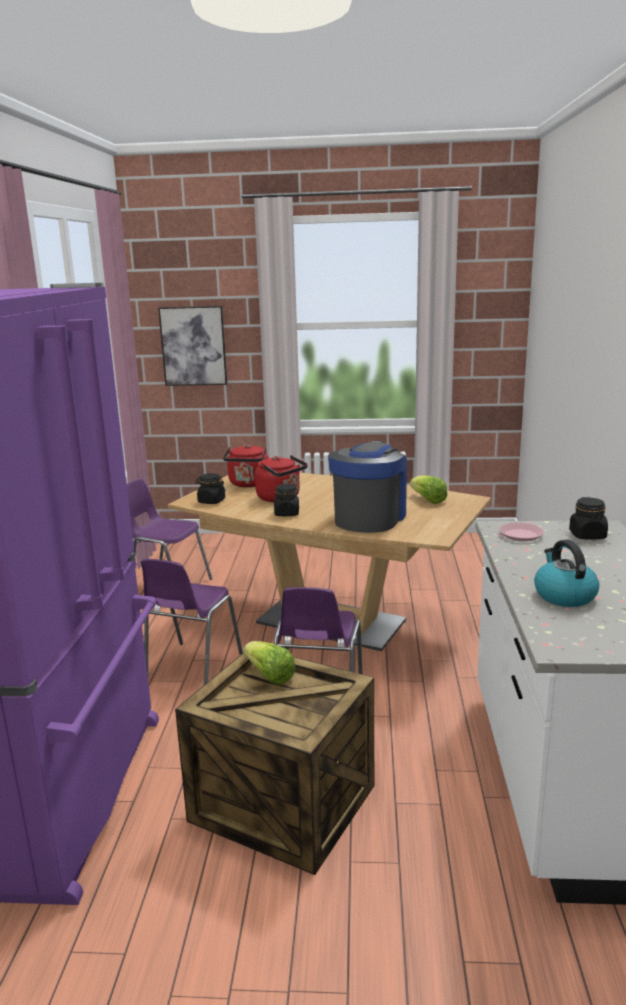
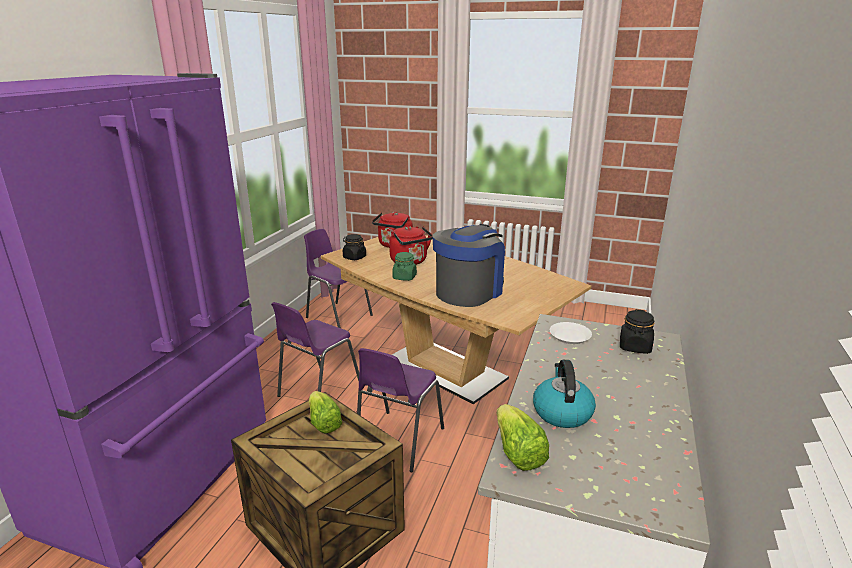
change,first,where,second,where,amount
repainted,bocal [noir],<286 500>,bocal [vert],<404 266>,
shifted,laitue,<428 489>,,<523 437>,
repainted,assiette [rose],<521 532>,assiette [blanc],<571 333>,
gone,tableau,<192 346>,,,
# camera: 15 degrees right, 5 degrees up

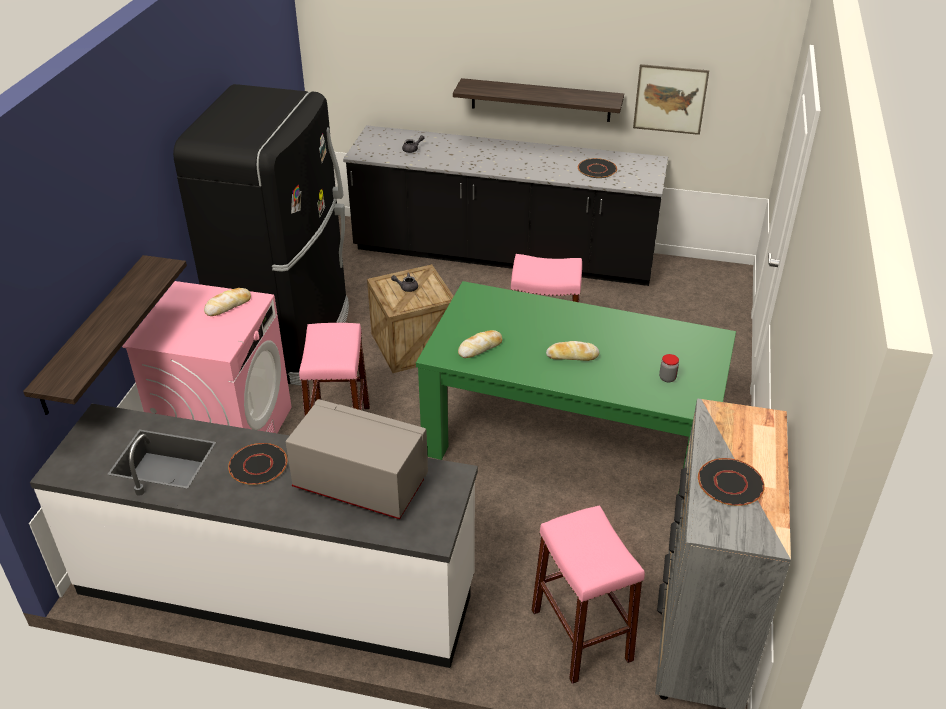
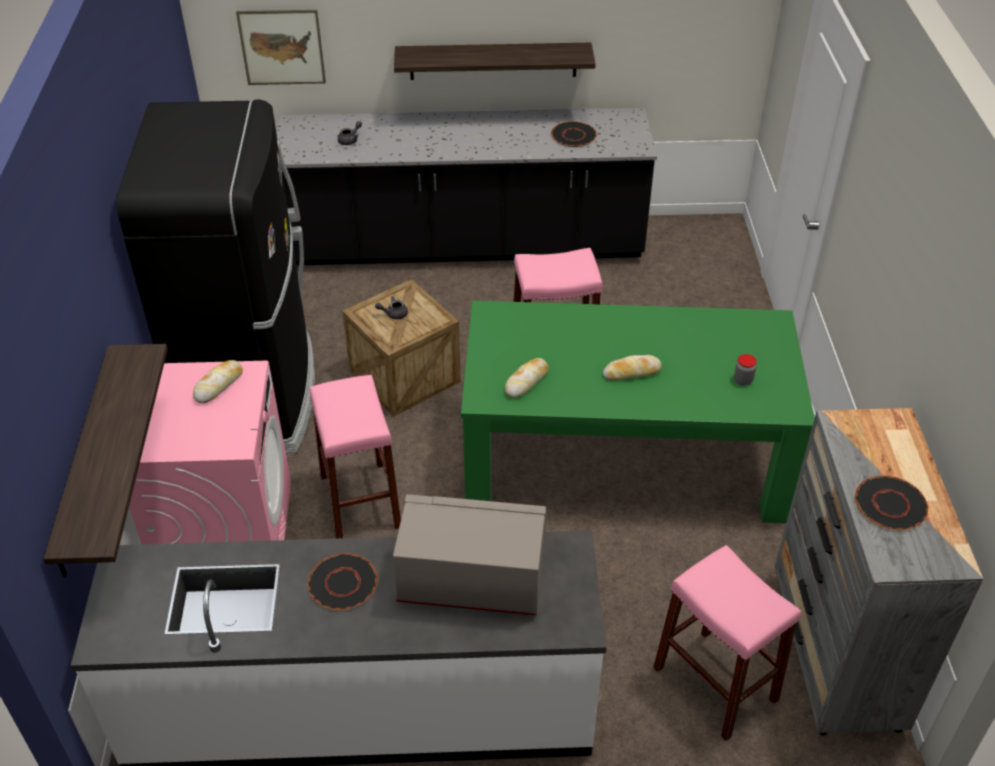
change,first,where,second,where,amount
shifted,tableau,<671 99>,,<281 47>,
# camera: 15 degrees left, 5 degrees up

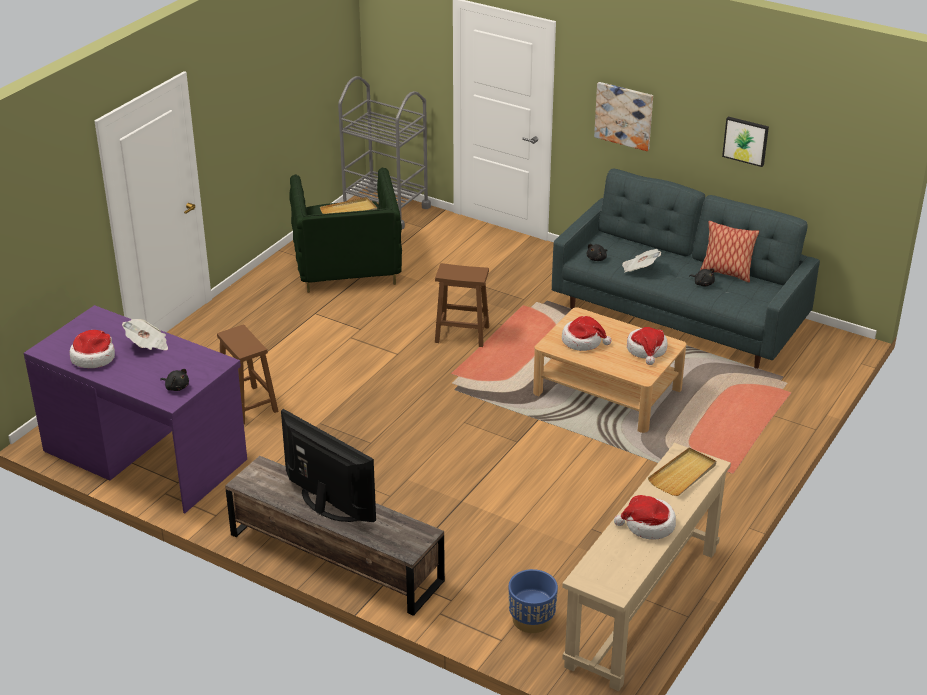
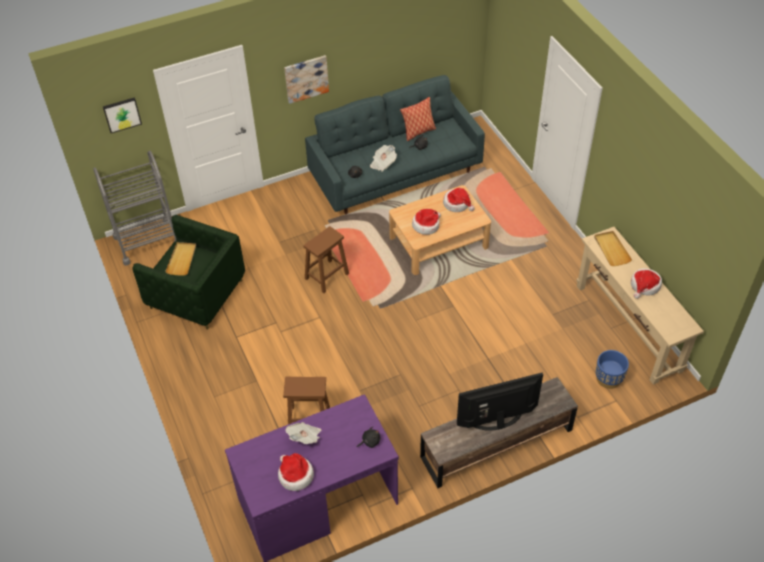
change,first,where,second,where,amount
shifted,tableau,<745 141>,,<122 115>,
# camera: 55 degrees left, 15 degrees up

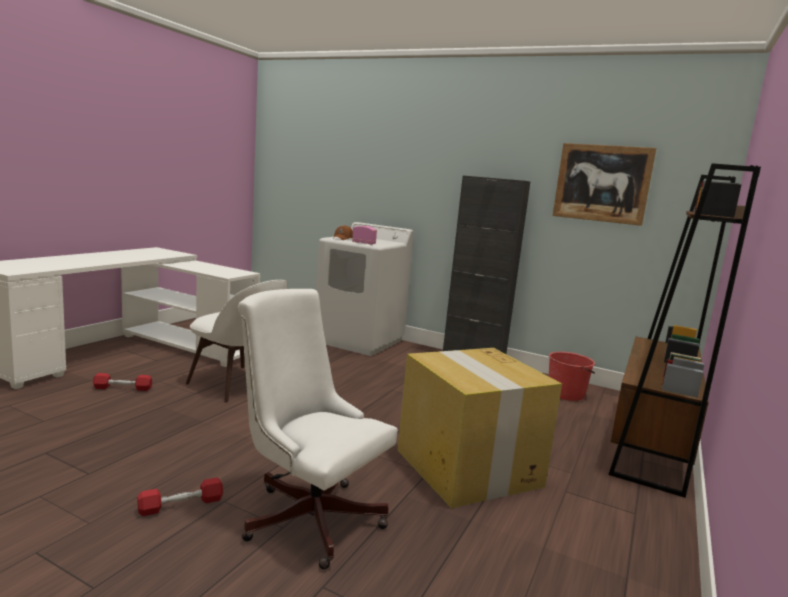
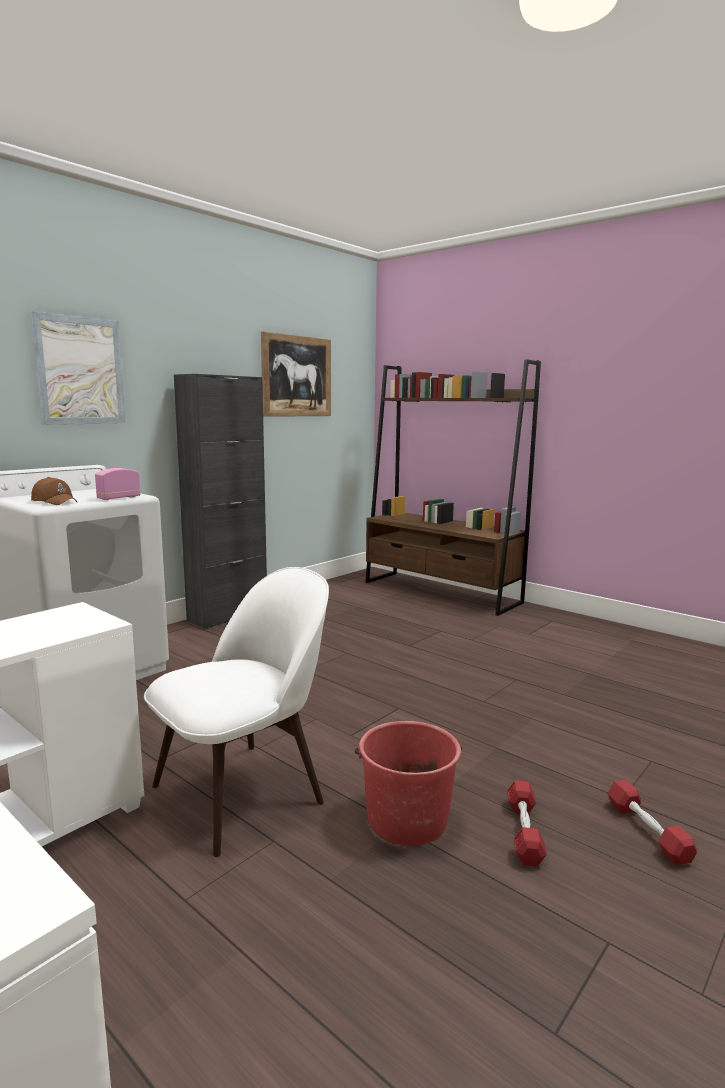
change,first,where,second,where,amount
new,,,tableau,<78 368>,
shifted,seau [rouge],<572 376>,,<408 783>,
shifted,haltère [rouge],<122 382>,,<527 823>,
gone,chaise de bureau [blanc],<318 429>,,,
gone,carton,<480 428>,,,
# camera: 75 degrees left, 0 degrees up

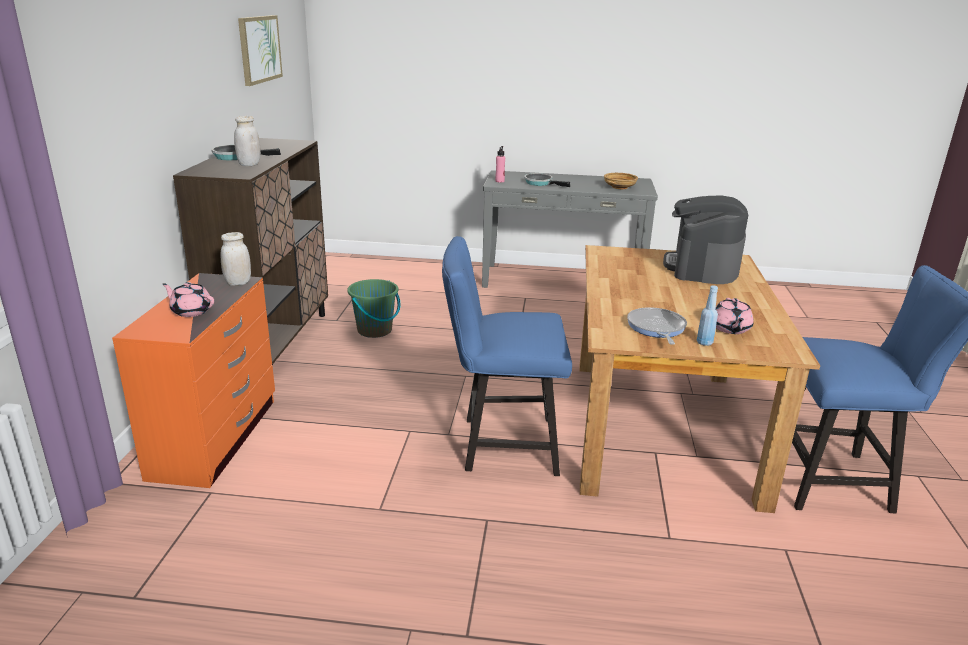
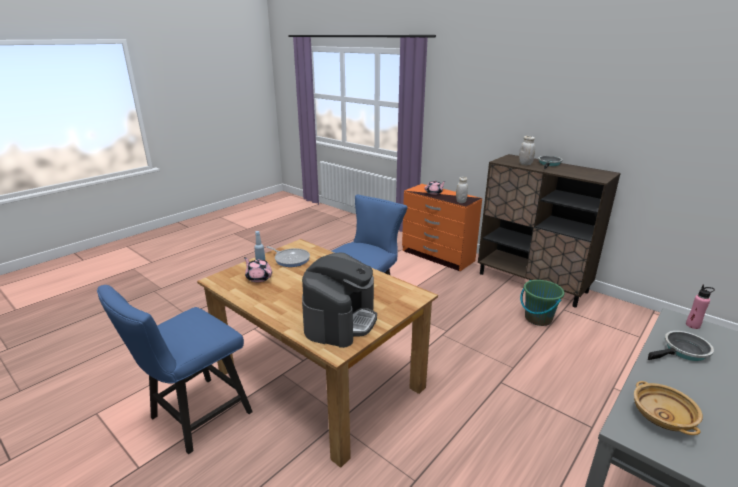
change,first,where,second,where,amount
rotated,machine à café,<705 239>,,<339 300>,60 degrees clockwise
gone,tableau,<260 50>,,,
# camera: 125 degrees right, 0 degrees up

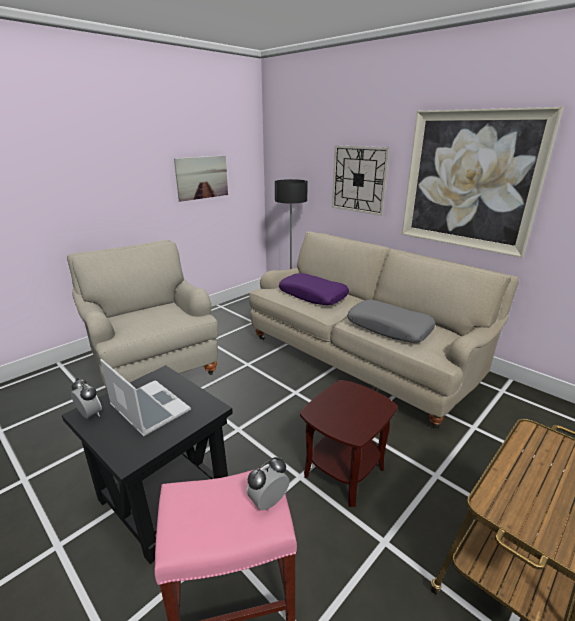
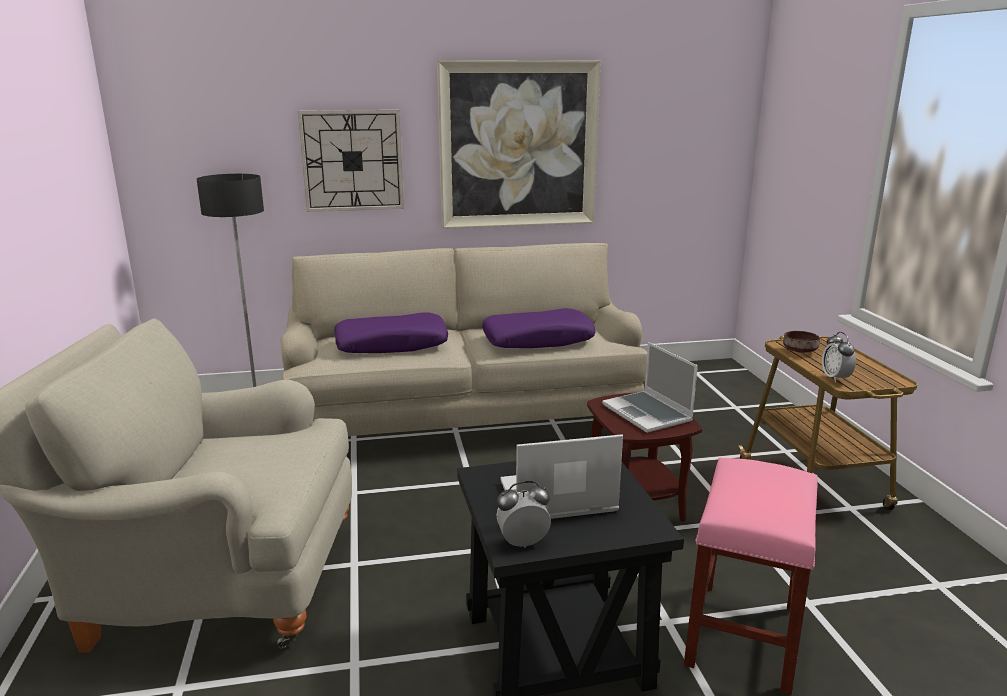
change,first,where,second,where,amount
repainted,coussin [gris],<391 321>,coussin [violet],<538 328>,
new,,,ordinateur portable,<650 387>,
new,,,bol [marron],<801 342>,
shifted,réveil,<268 484>,,<839 357>,
gone,tableau,<201 178>,,,
# camera: 55 degrees left, 5 degrees down

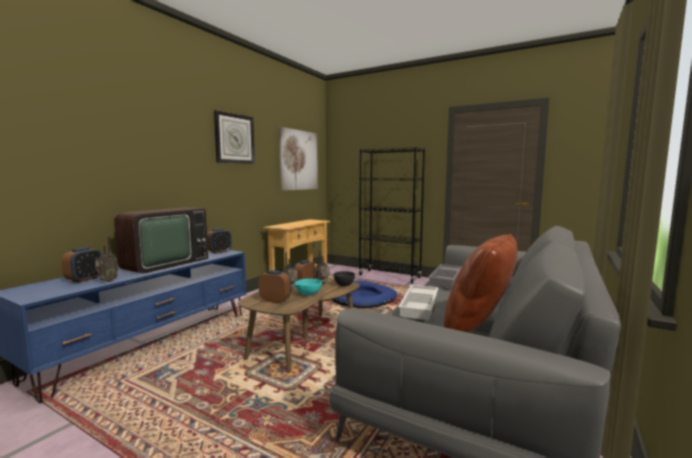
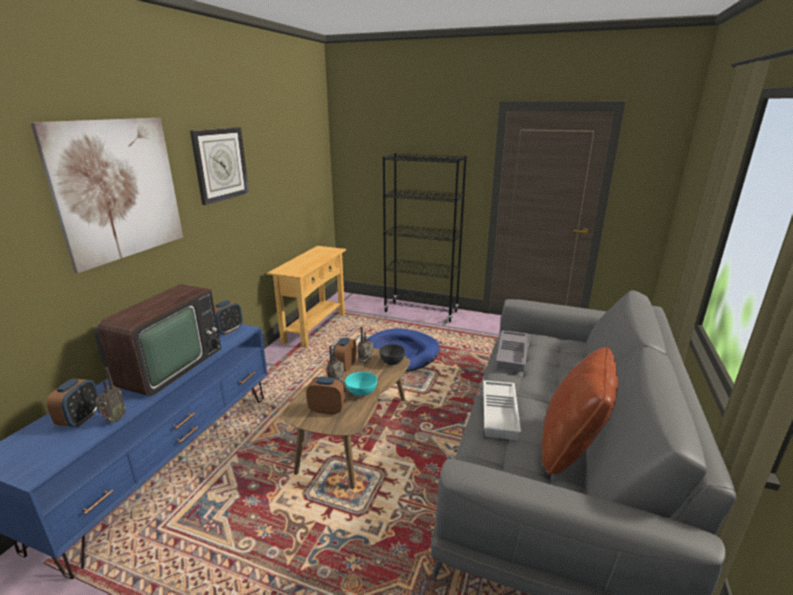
change,first,where,second,where,amount
shifted,tableau,<298 159>,,<106 195>,
# camera: 10 degrees left, 15 degrees up

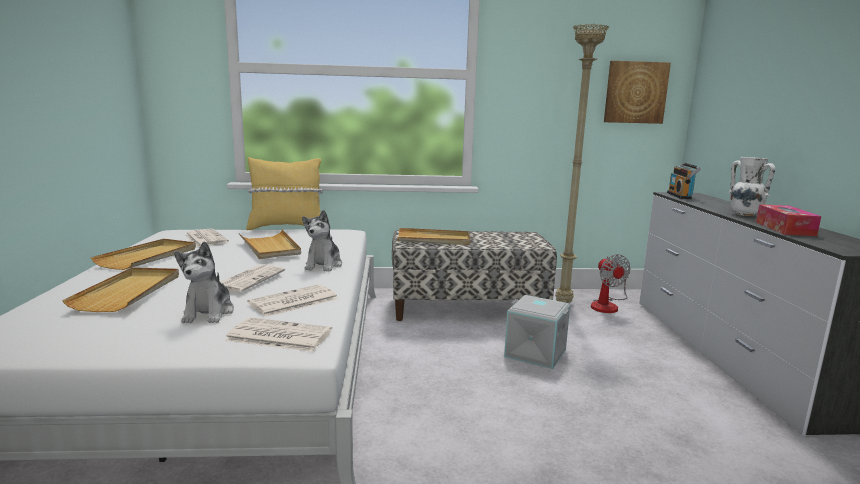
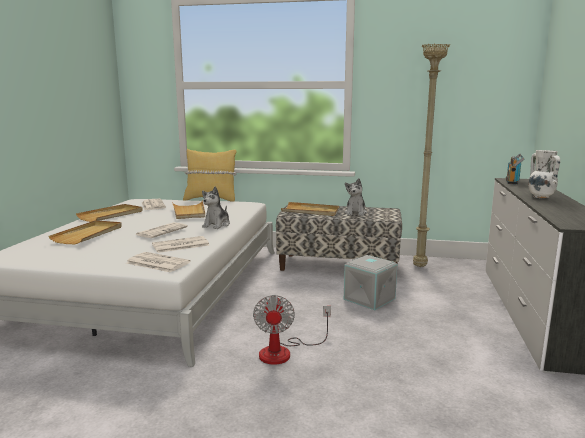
change,first,where,second,where,amount
shifted,ventilateur,<611 283>,,<292 330>,
shifted,peluche,<204 282>,,<356 197>,
gone,tableau,<637 92>,,,
gone,boîte à mouchoirs,<788 220>,,,
# camera: 15 degrees right, 0 degrees up

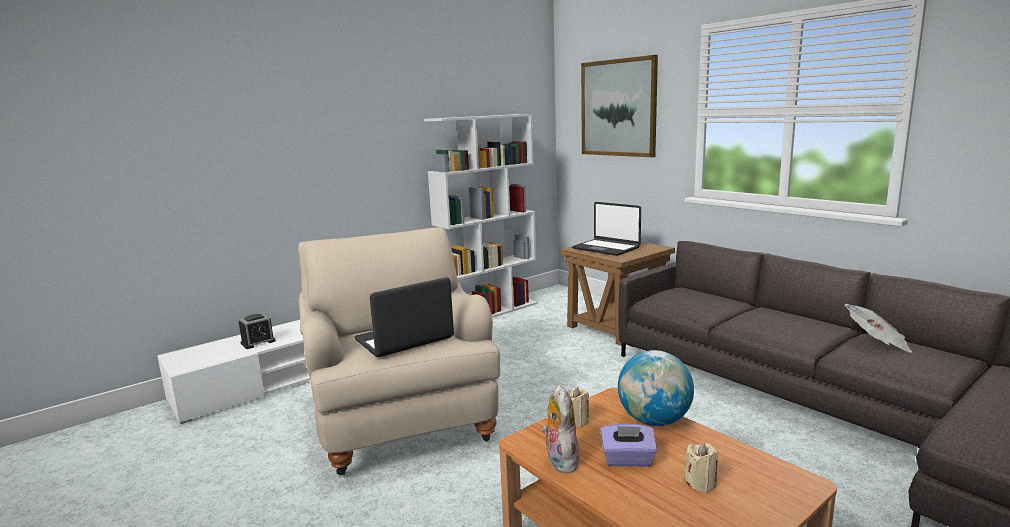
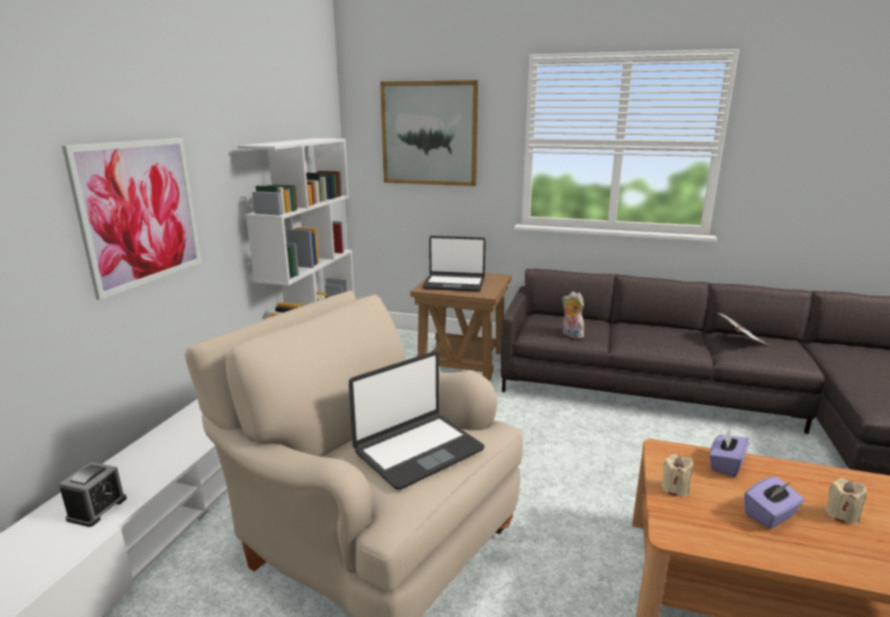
change,first,where,second,where,amount
new,,,tableau,<132 219>,
rotated,ordinateur portable,<404 317>,,<417 420>,150 degrees counterclockwise
shifted,peluche,<561 429>,,<573 314>,
swapped,globe,<656 388>,boîte à mouchoirs [violet],<729 452>,
# camera: 35 degrees left, 5 degrees up

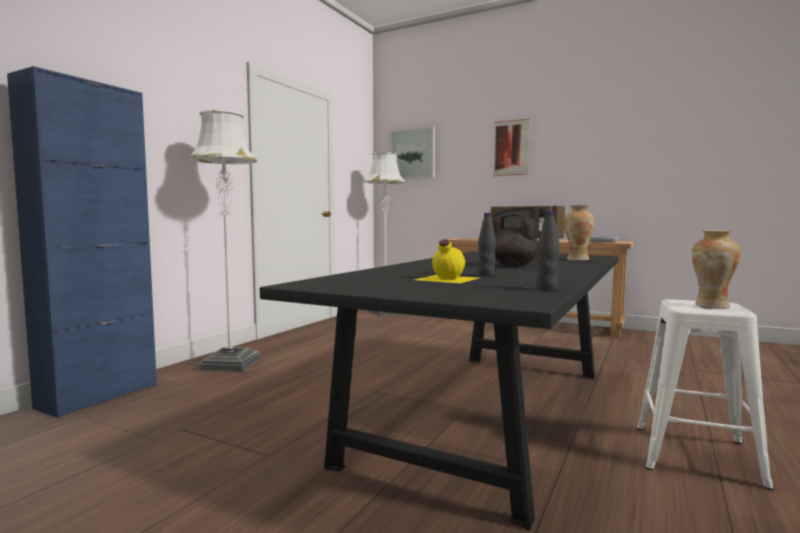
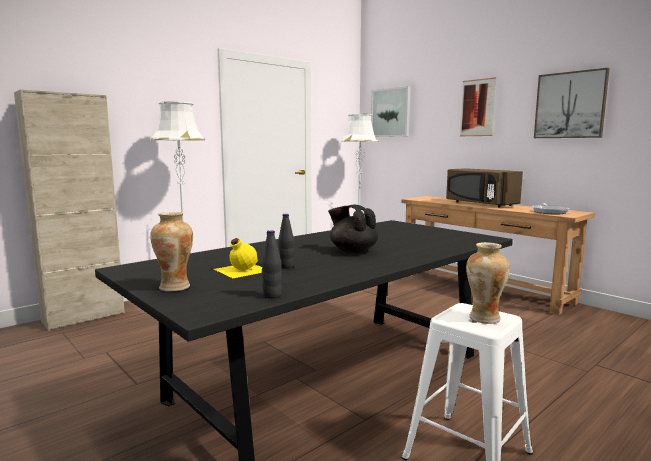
change,first,where,second,where,amount
repainted,meuble de rangement [bleu],<82 242>,meuble de rangement [beige],<69 210>,
shifted,vase,<579 233>,,<171 252>,
new,,,tableau,<572 103>,
# camera: 20 degrees right, 5 degrees up

